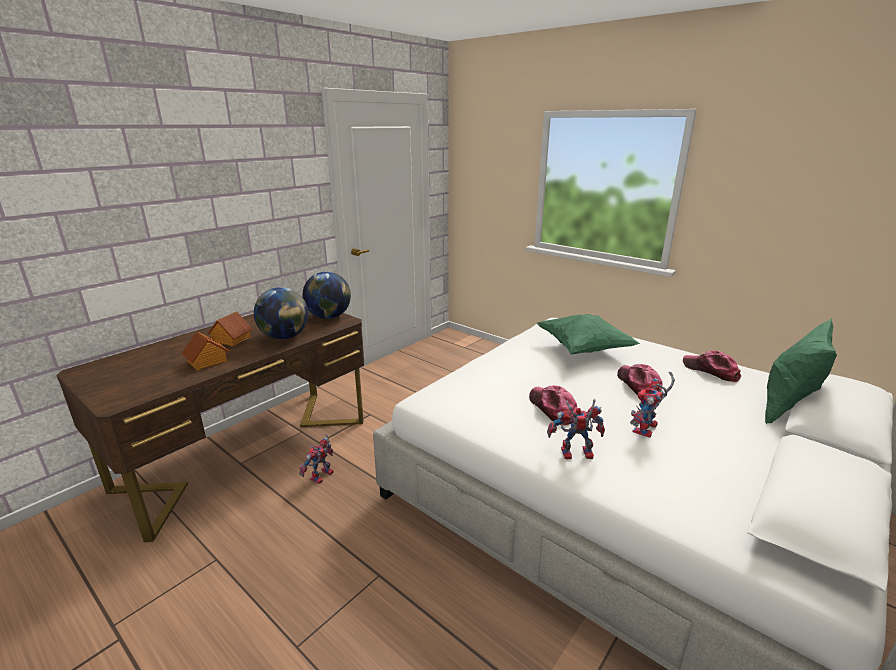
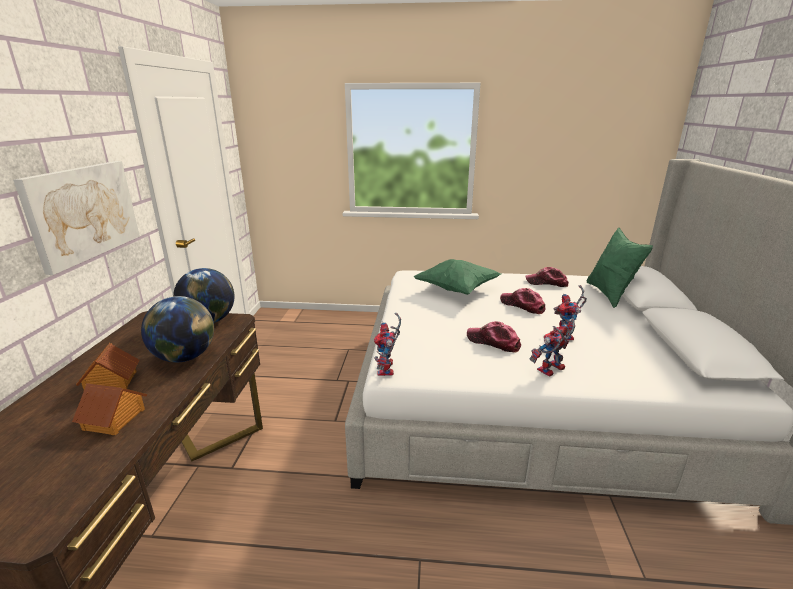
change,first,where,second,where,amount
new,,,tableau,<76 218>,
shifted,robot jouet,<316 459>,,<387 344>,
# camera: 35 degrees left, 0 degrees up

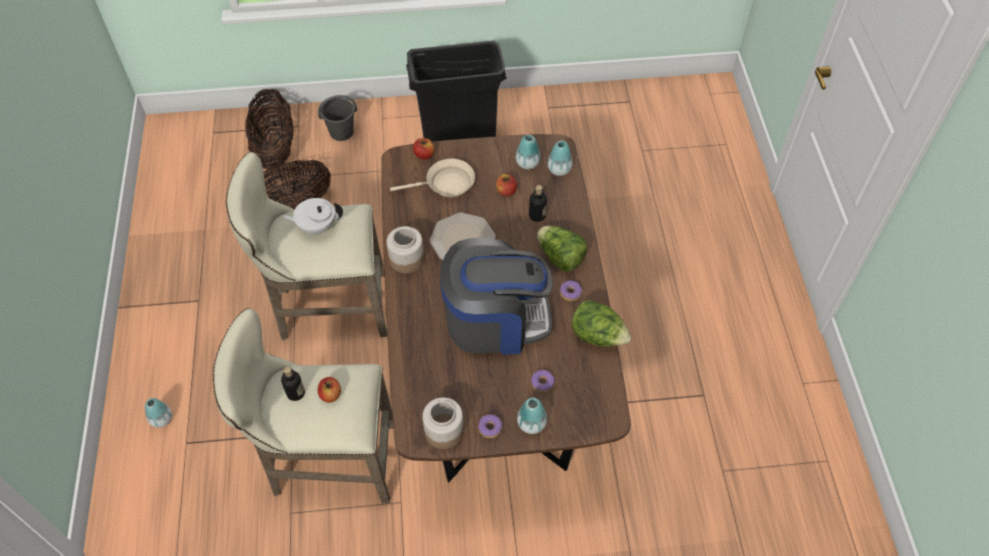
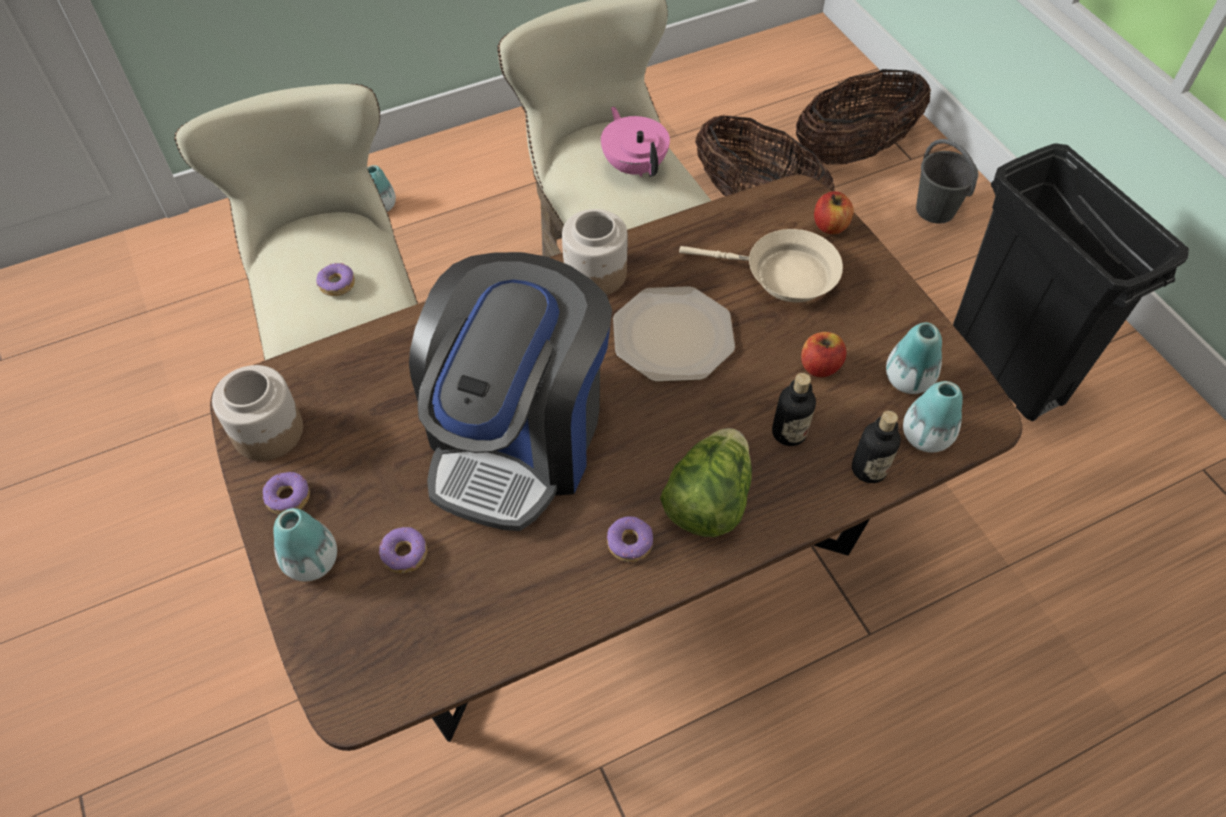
change,first,where,second,where,amount
swapped,pomme,<329 390>,beignet,<335 279>,
rotated,machine à café,<496 296>,,<510 391>,45 degrees clockwise
repainted,théière [blanc],<312 216>,théière [rose],<635 142>,
rotated,poêle [beige],<432 178>,,<761 265>,45 degrees counterclockwise
shifted,bouteille,<293 384>,,<876 447>,
gone,laitue,<601 323>,,,
# camera: 70 degrees right, 0 degrees up

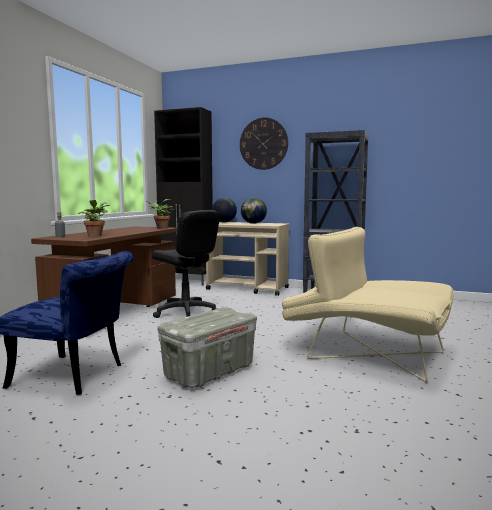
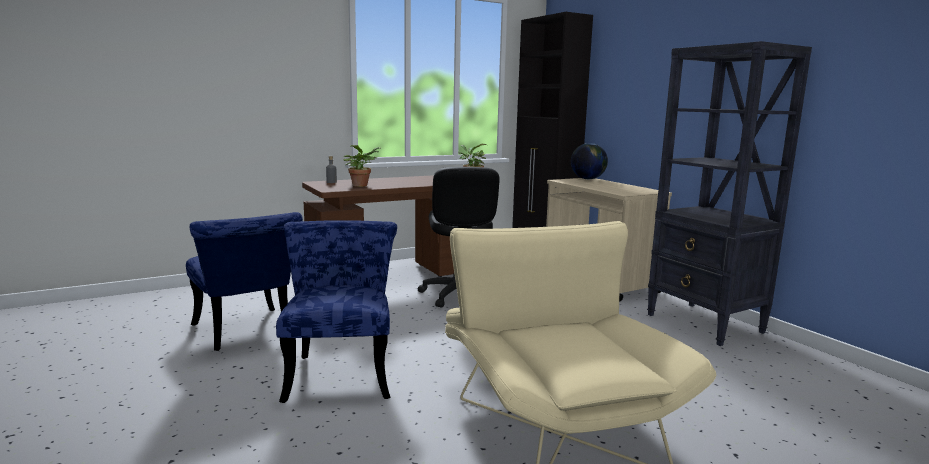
change,first,where,second,where,amount
swapped,boîte de rangement [gris],<207 347>,chaise [bleu],<336 311>,
gone,horloge murale,<264 143>,,,
gone,globe,<254 211>,,,
# camera: 40 degrees right, 5 degrees up

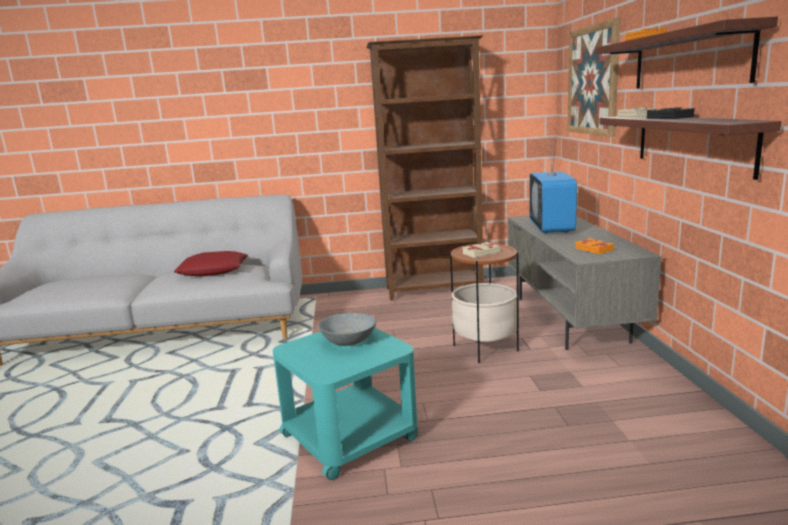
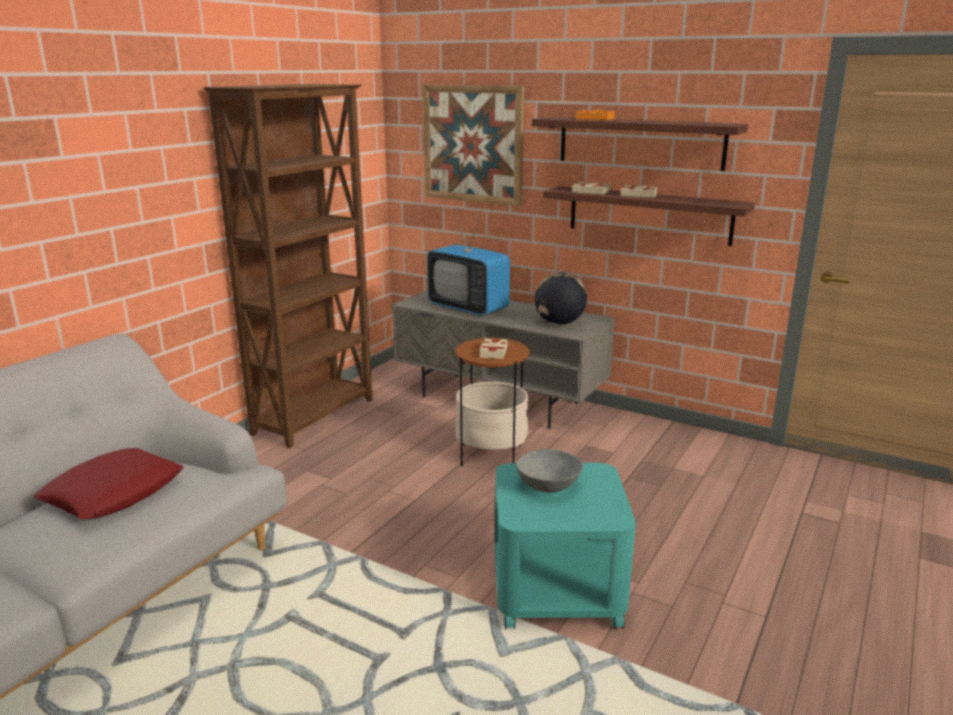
change,first,where,second,where,amount
swapped,livre [orange],<594 246>,globe,<560 298>,
repainted,livre [noir],<671 113>,livre [beige],<639 191>,
# camera: 55 degrees left, 5 degrees up

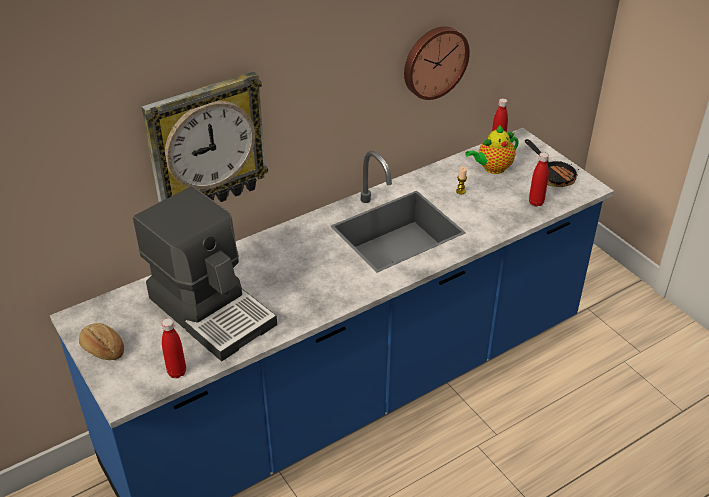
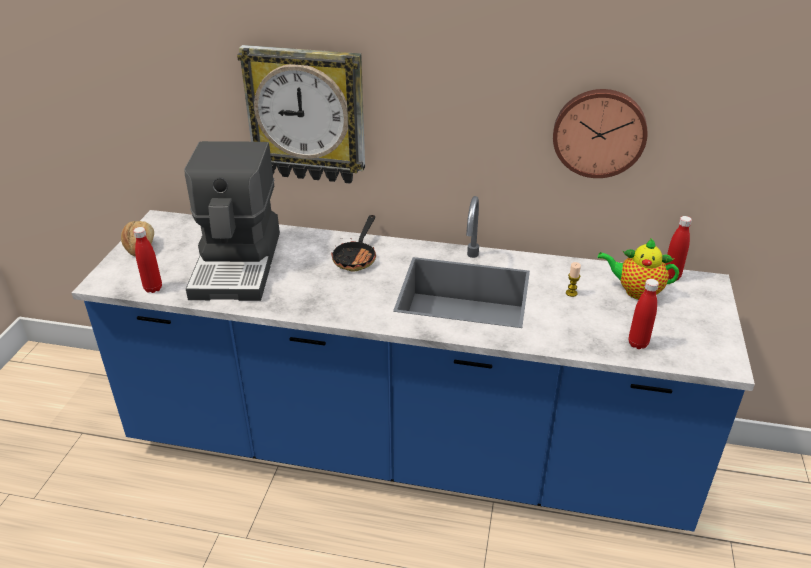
change,first,where,second,where,amount
shifted,poêle,<552 163>,,<353 243>,
# camera: 45 degrees right, 5 degrees down

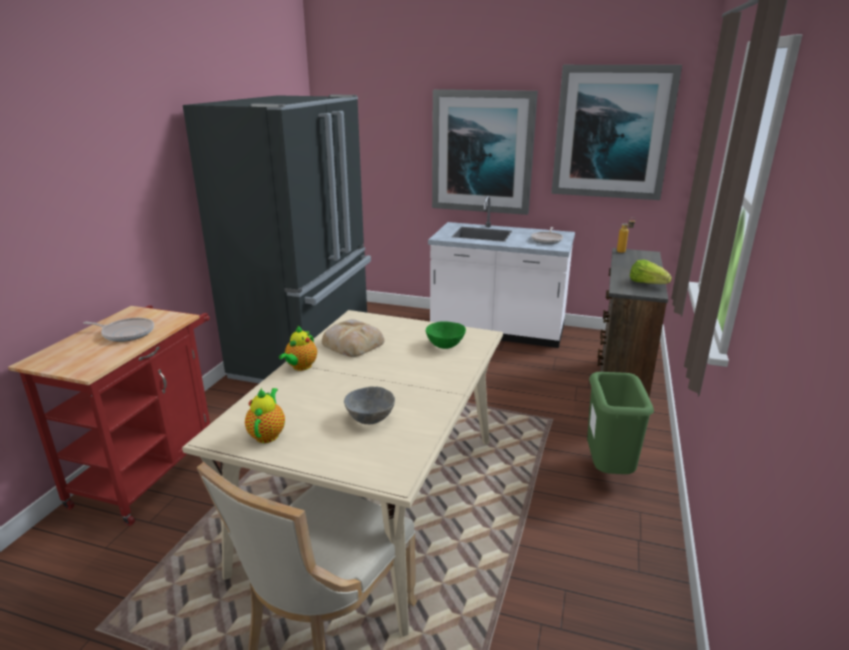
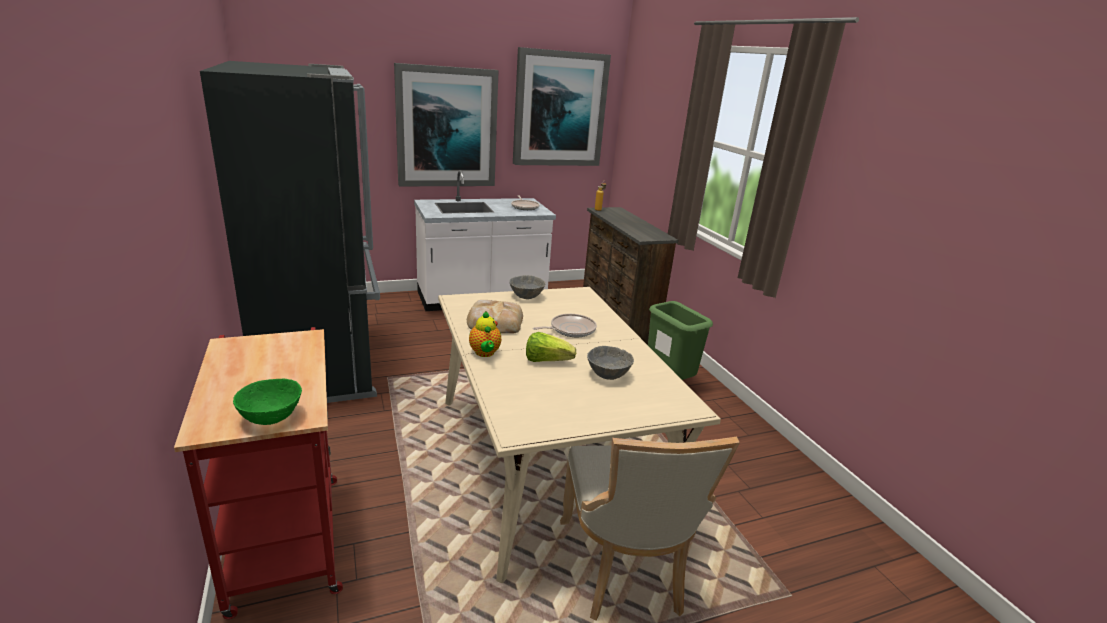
change,first,where,second,where,amount
shifted,bol [vert],<446 335>,,<267 401>,
new,,,bol [gris],<527 287>,
shifted,laitue,<651 272>,,<551 347>,
shifted,poêle,<118 330>,,<564 325>,
gone,théière,<265 415>,,,
# camera: 40 degrees left, 0 degrees up

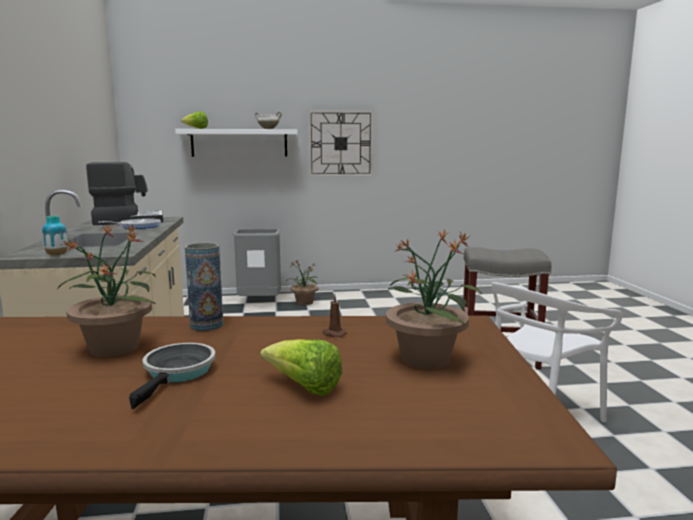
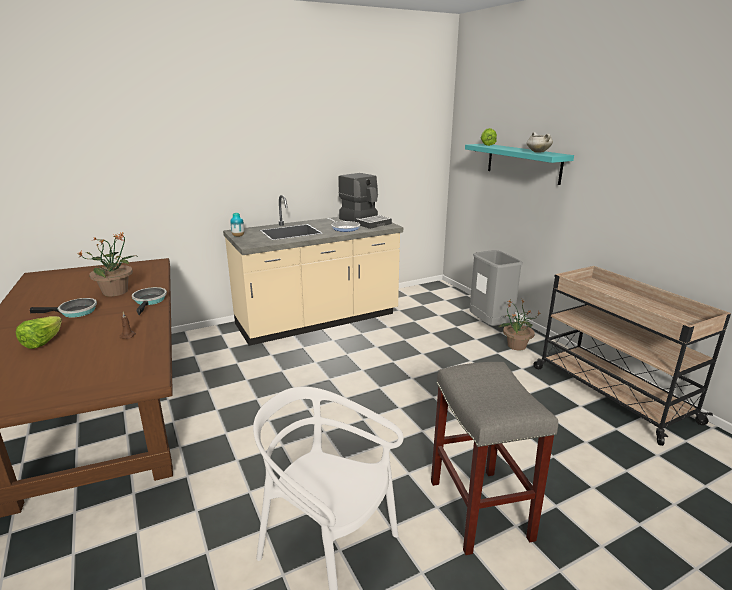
change,first,where,second,where,amount
swapped,vase,<204 287>,poêle,<149 301>,
repainted,étagère [blanc],<236 143>,étagère [turquoise],<519 164>,
new,,,chariot [beige],<632 356>,
gone,horloge murale,<340 143>,,,
gone,plante en pot,<434 299>,,,
# camera: 70 degrees right, 10 degrees up

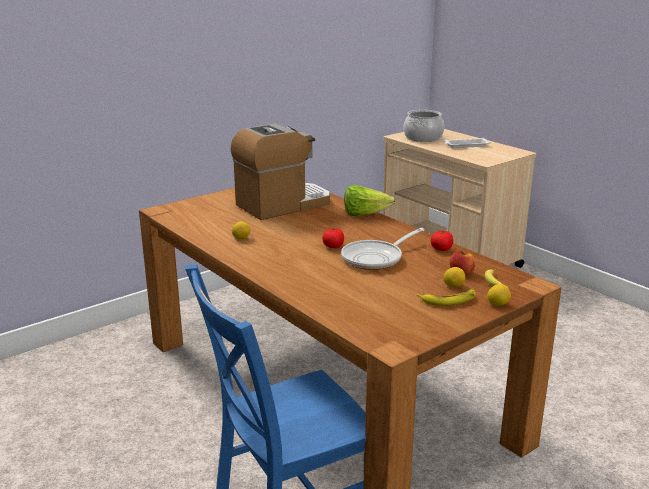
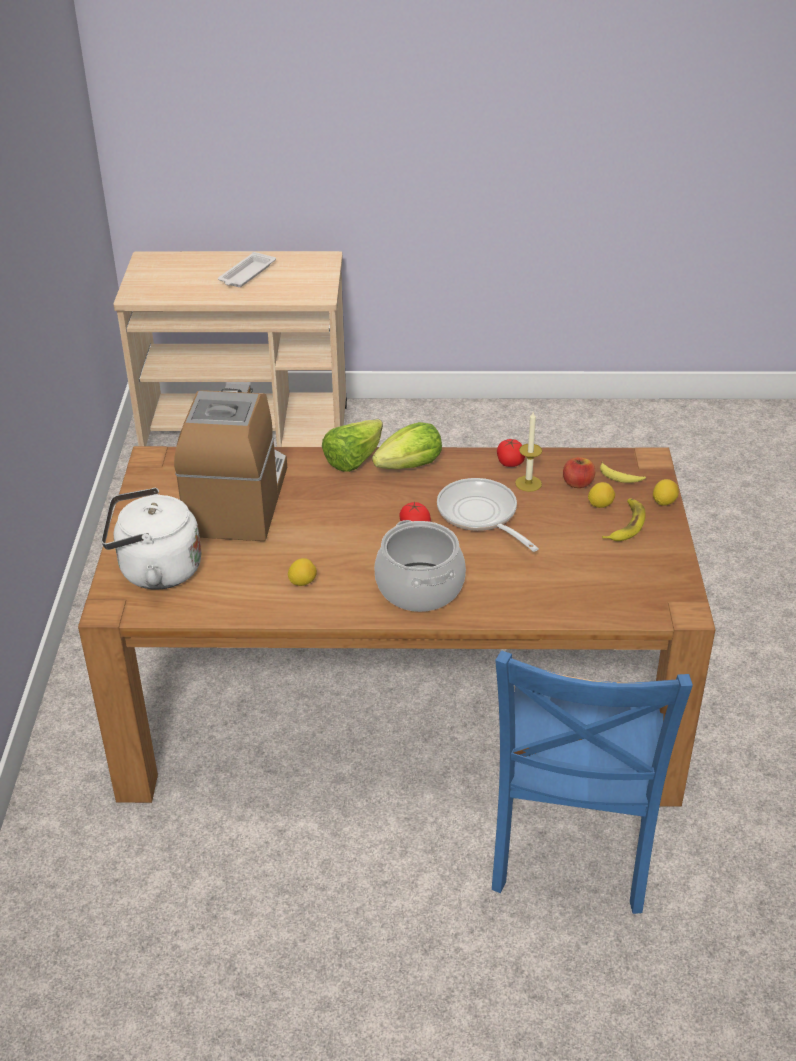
change,first,where,second,where,amount
new,,,bouilloire [blanc],<151 539>,
new,,,laitue,<407 445>,
shifted,marmite,<423 126>,,<420 566>,
rotated,poêle,<382 249>,,<488 515>,150 degrees clockwise
new,,,bougie,<528 452>,
# camera: 50 degrees left, 15 degrees up

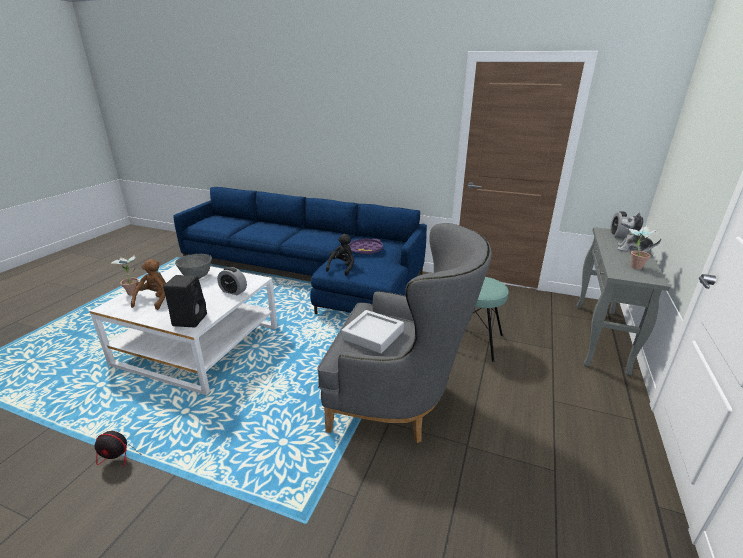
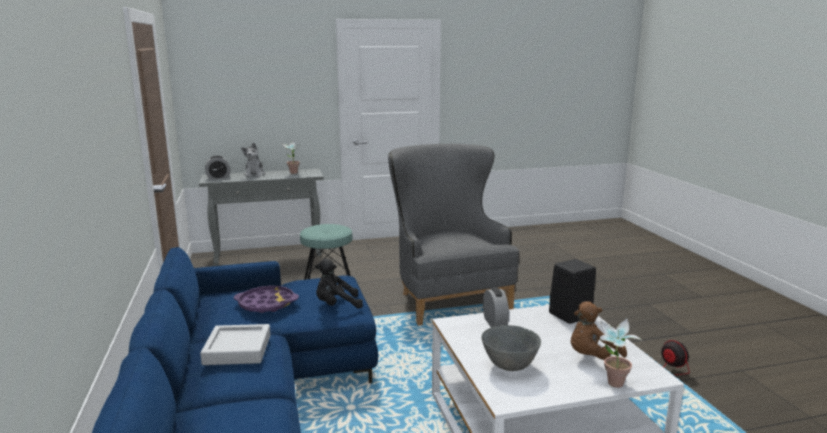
change,first,where,second,where,amount
shifted,plateau [gris],<372 332>,,<235 344>,
# camera: 125 degrees left, 10 degrees down

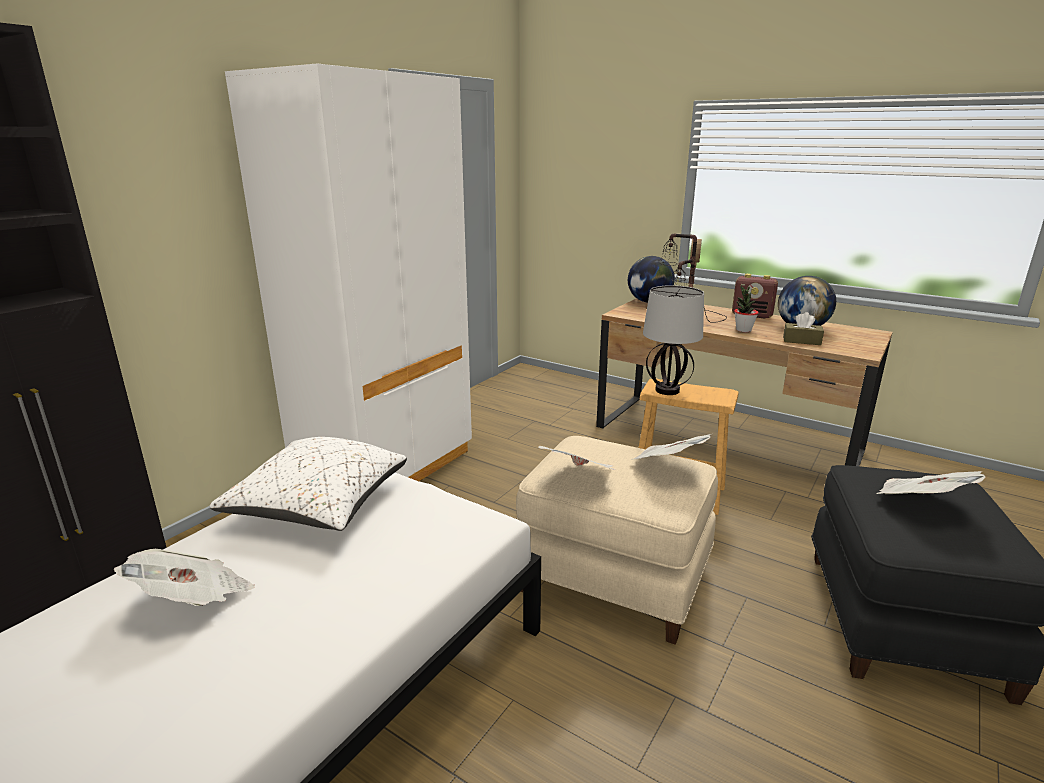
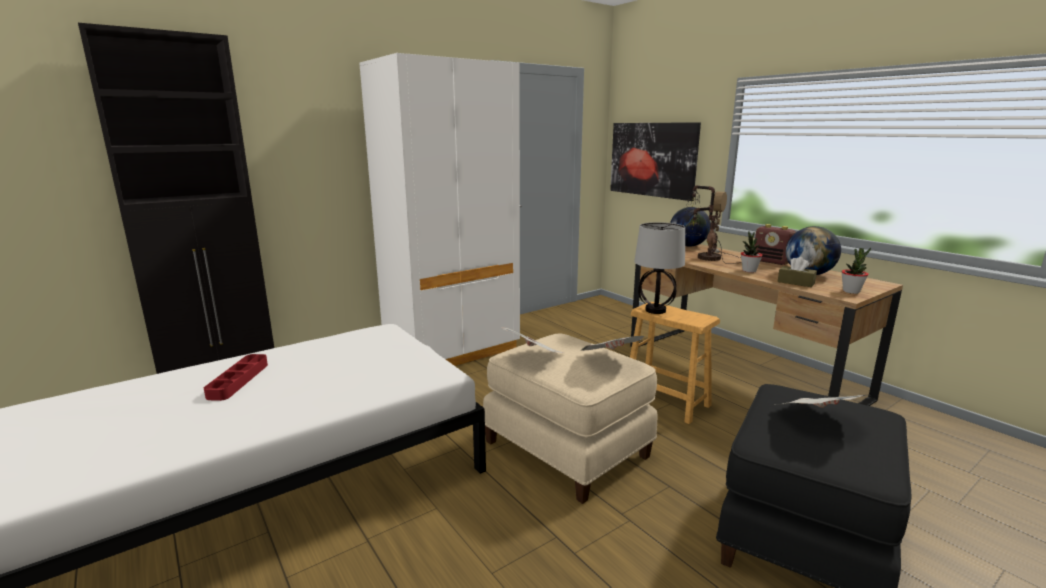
change,first,where,second,where,amount
swapped,journal,<184 577>,plateau [rouge],<236 377>,
new,,,tableau,<655 161>,
new,,,plante en pot,<856 271>,
gone,coussin [blanc],<308 484>,,,
# camera: 20 degrees right, 5 degrees down

